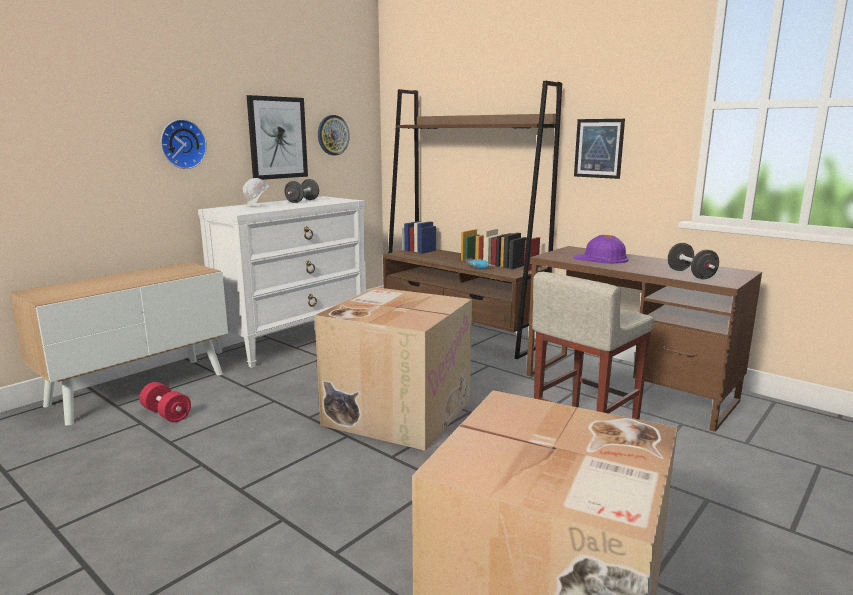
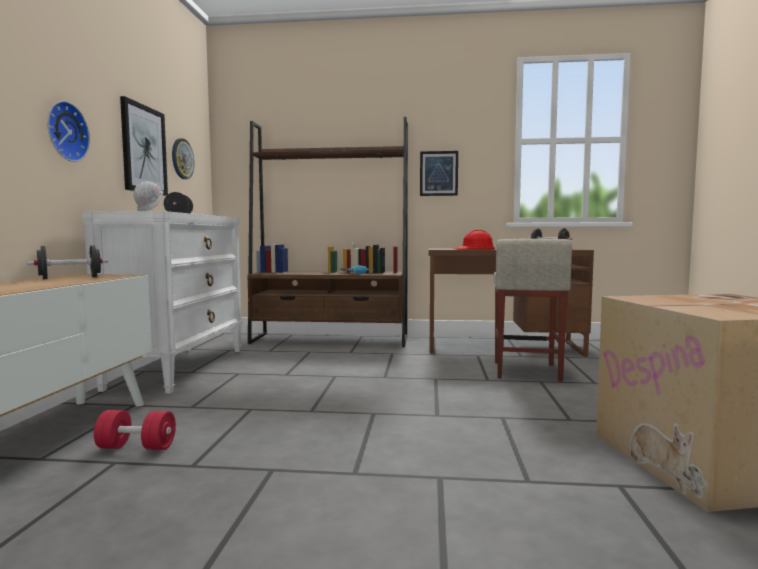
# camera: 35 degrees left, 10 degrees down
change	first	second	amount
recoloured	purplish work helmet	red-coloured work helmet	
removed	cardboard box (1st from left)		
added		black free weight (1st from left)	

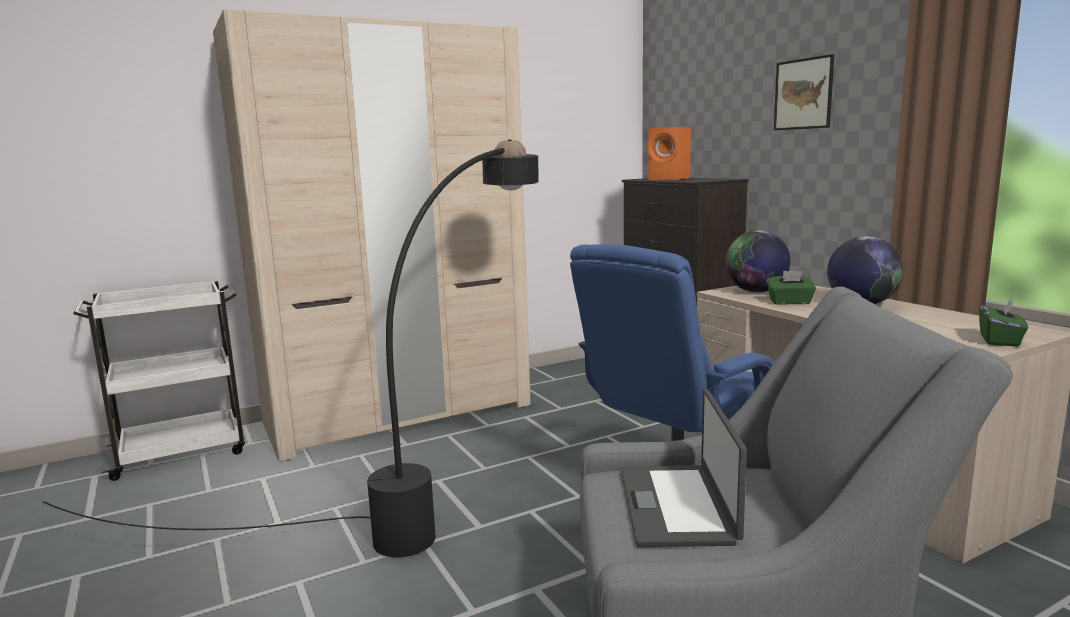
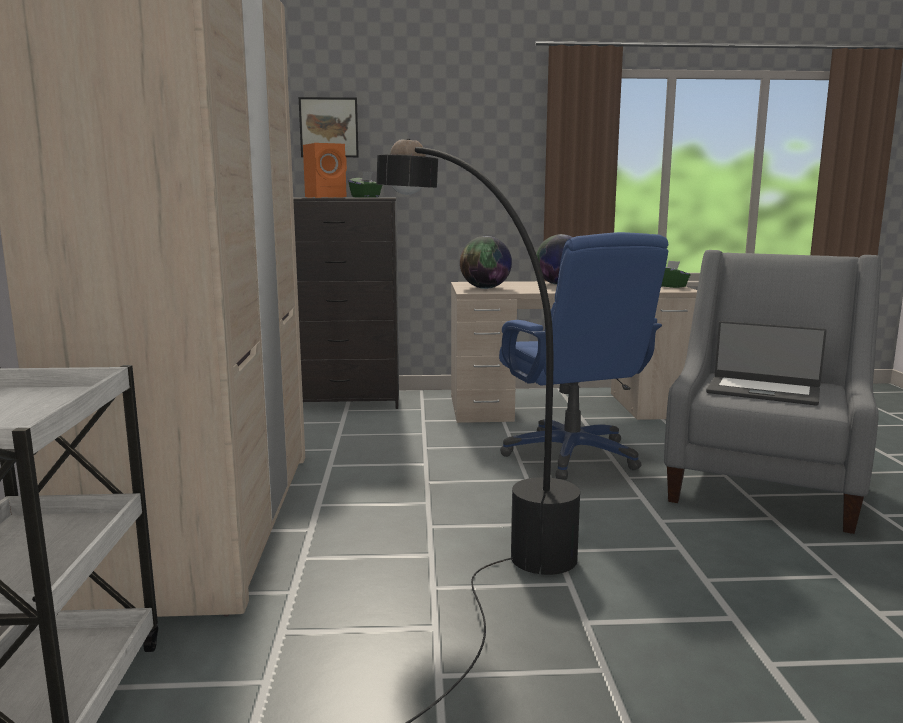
# camera: 65 degrees left, 0 degrees up
change	first	second	amount
moved	picture		
moved	green-coloured box of tissues (1st from left)		

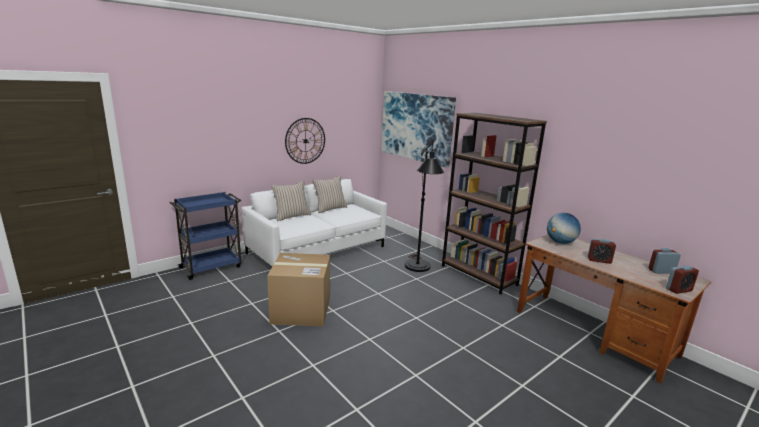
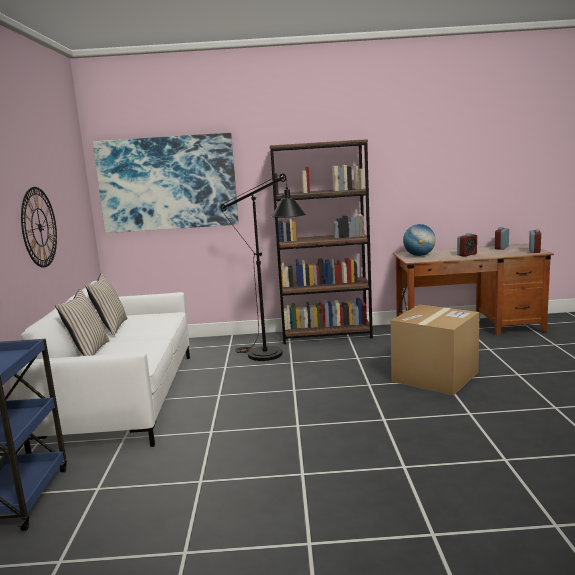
# camera: 50 degrees left, 5 degrees down
change	first	second	amount
moved	cardboard box		

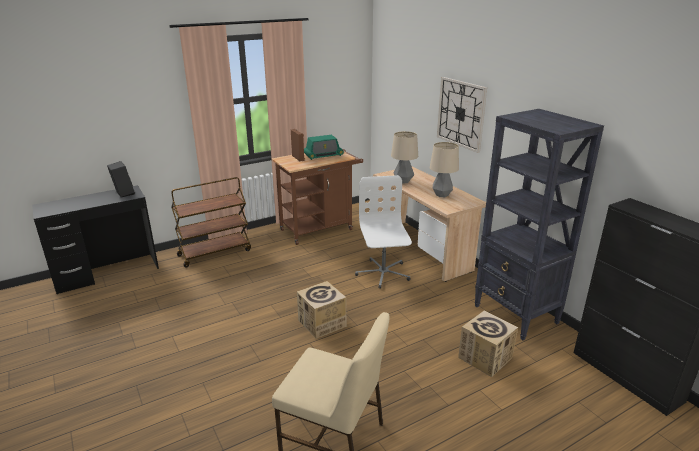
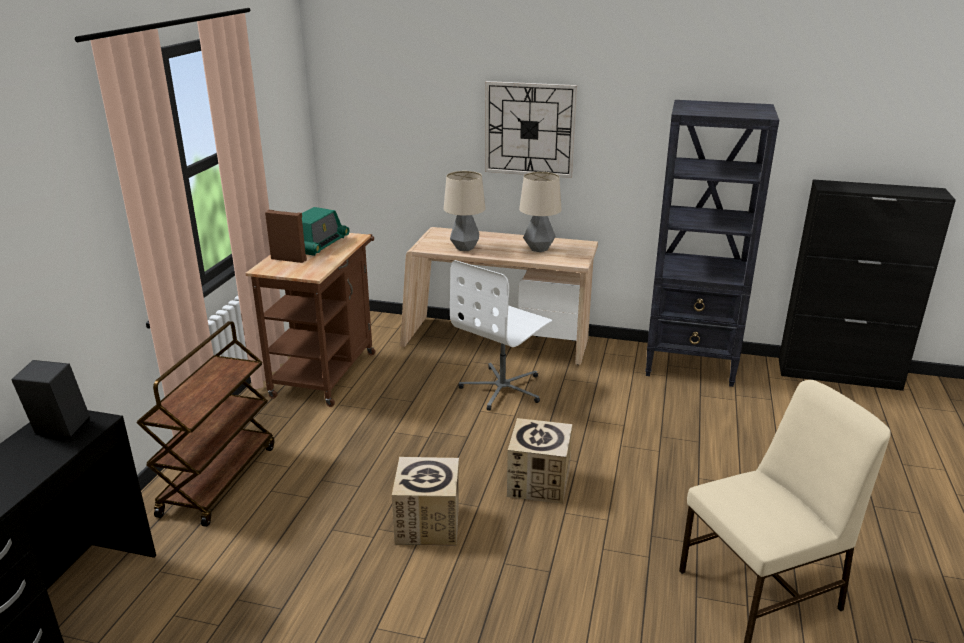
# camera: 45 degrees left, 0 degrees up
change	first	second	amount
turned	whitish desk chair		90 degrees counterclockwise
moved	cardboard box (2nd from left in the first image)	cardboard box (1st from left)	

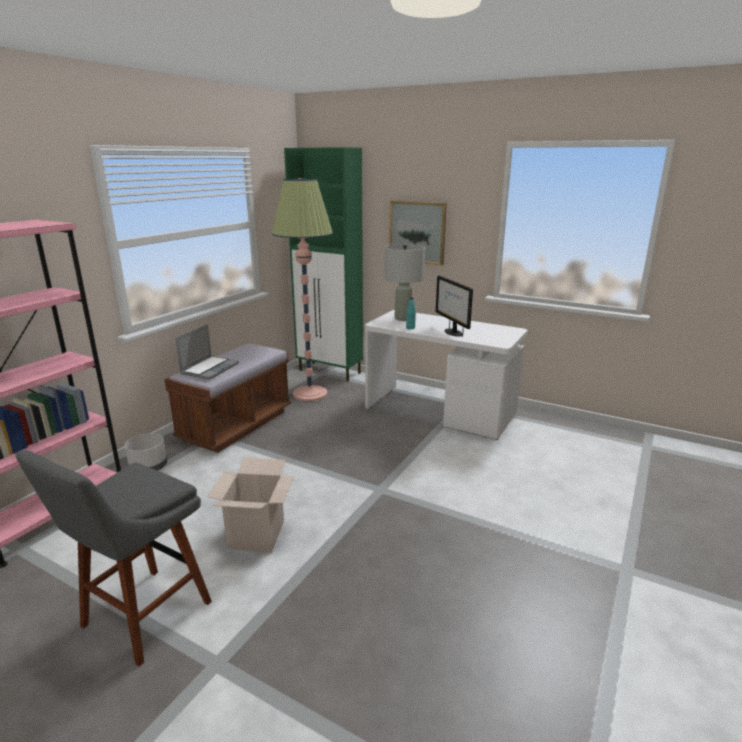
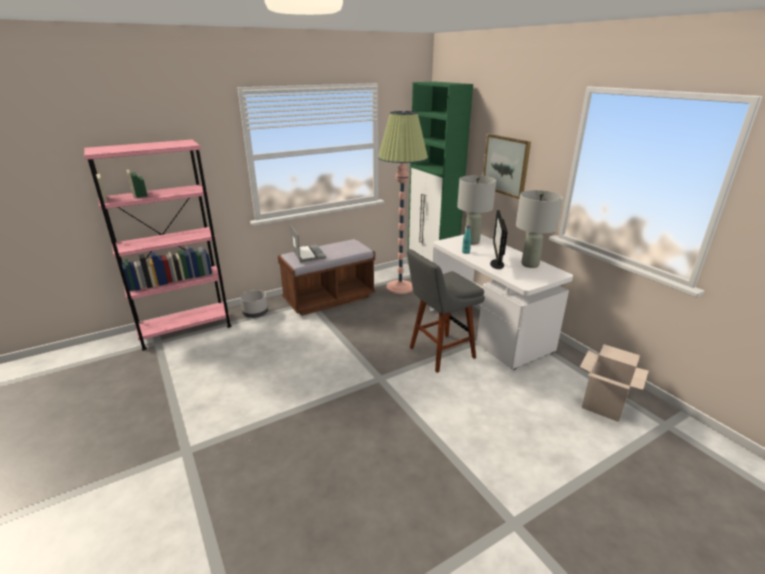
# camera: 30 degrees right, 5 degrees up
change	first	second	amount
turned	laptop		75 degrees counterclockwise
moved	grey sitting stool		
moved	cardboard box		
added		grey tabletop lamp (2nd from left)	

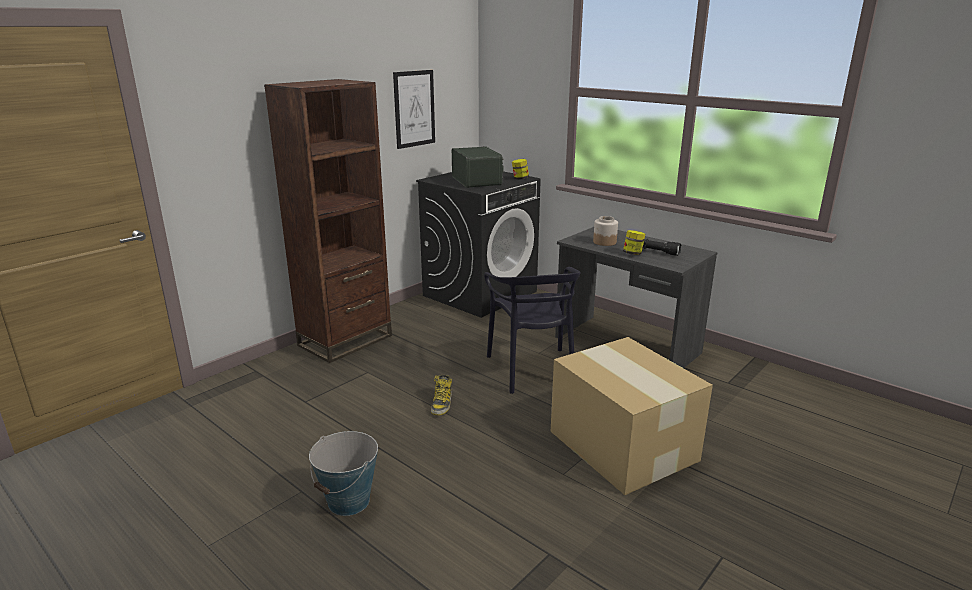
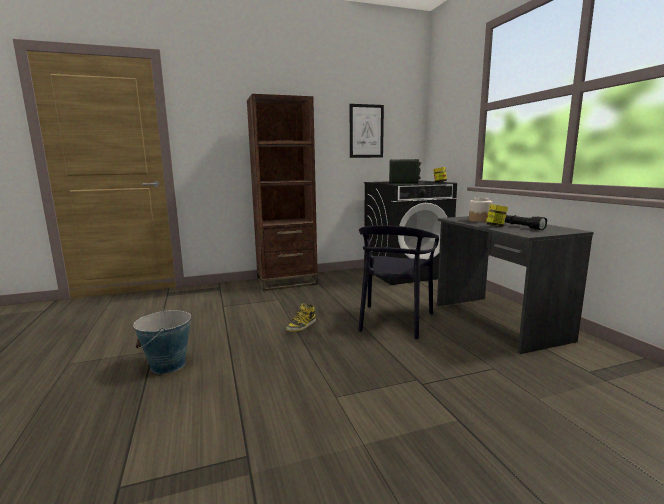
# camera: 30 degrees right, 10 degrees down
change	first	second	amount
removed	cardboard box		

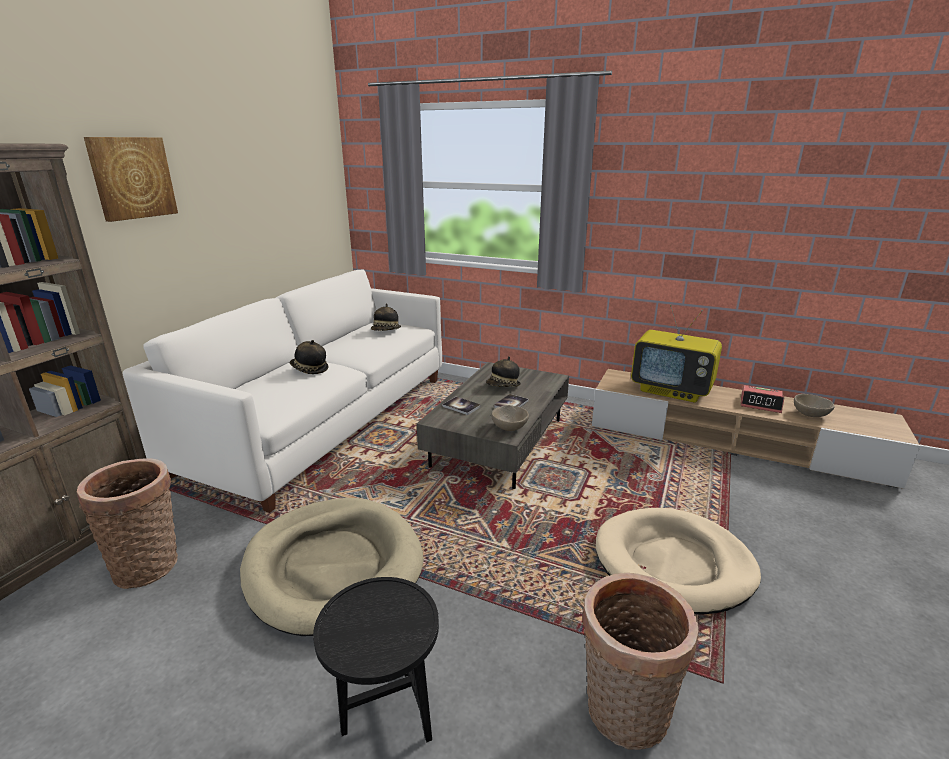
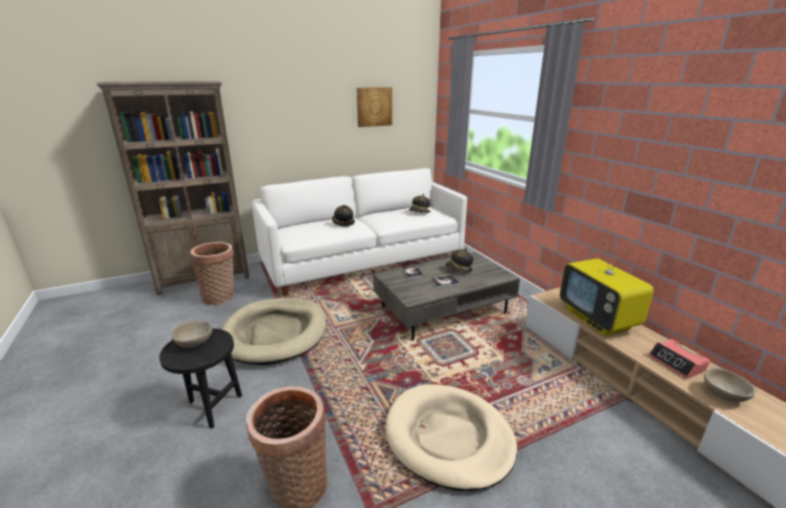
# camera: 40 degrees right, 0 degrees up
change	first	second	amount
moved	picture		
moved	beige-coloured serving bowl (1st from left)		

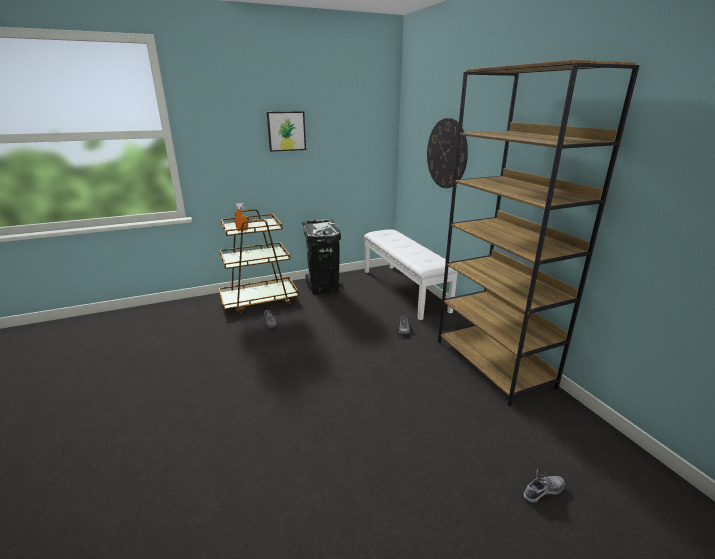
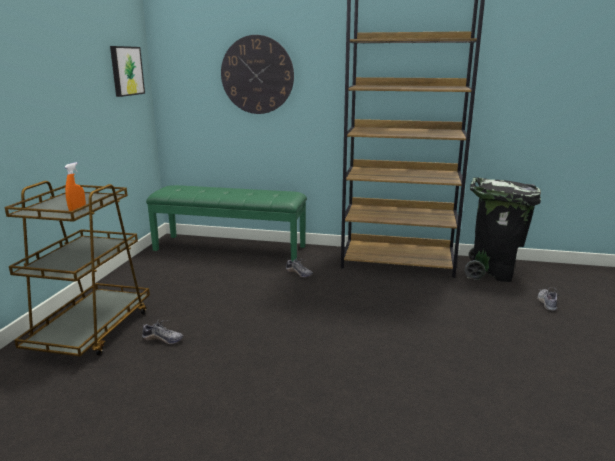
# camera: 55 degrees left, 5 degrees down
change	first	second	amount
moved	picture		
moved	black waste bin		
recoloured	whitish indoor bench	green-coloured indoor bench	

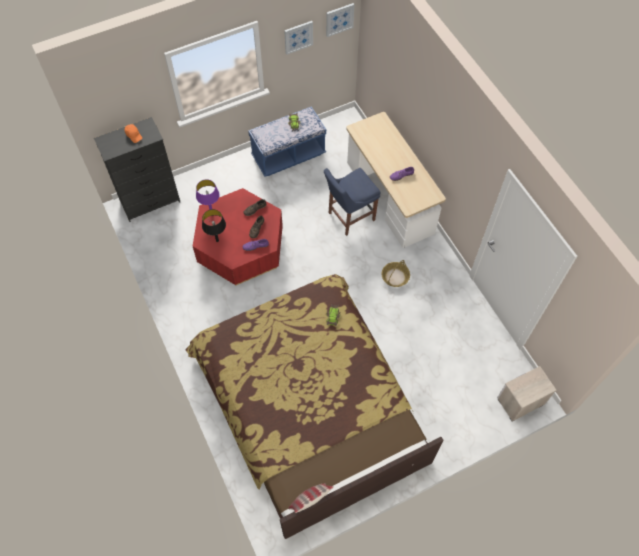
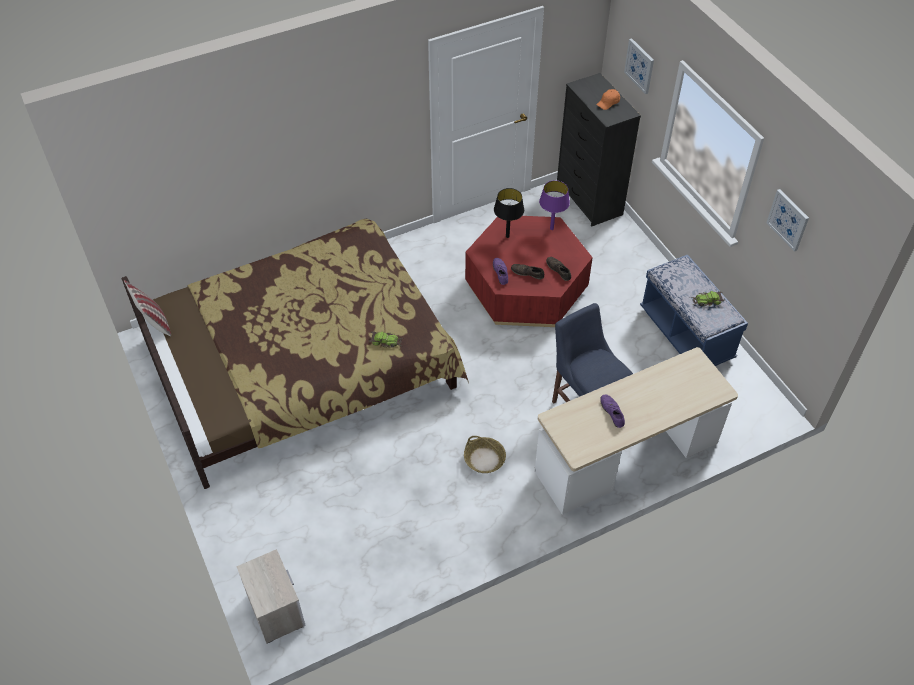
# camera: 90 degrees right, 10 degrees down
change	first	second	amount
moved	picture (2nd from left in the first image)	picture (1st from left)	

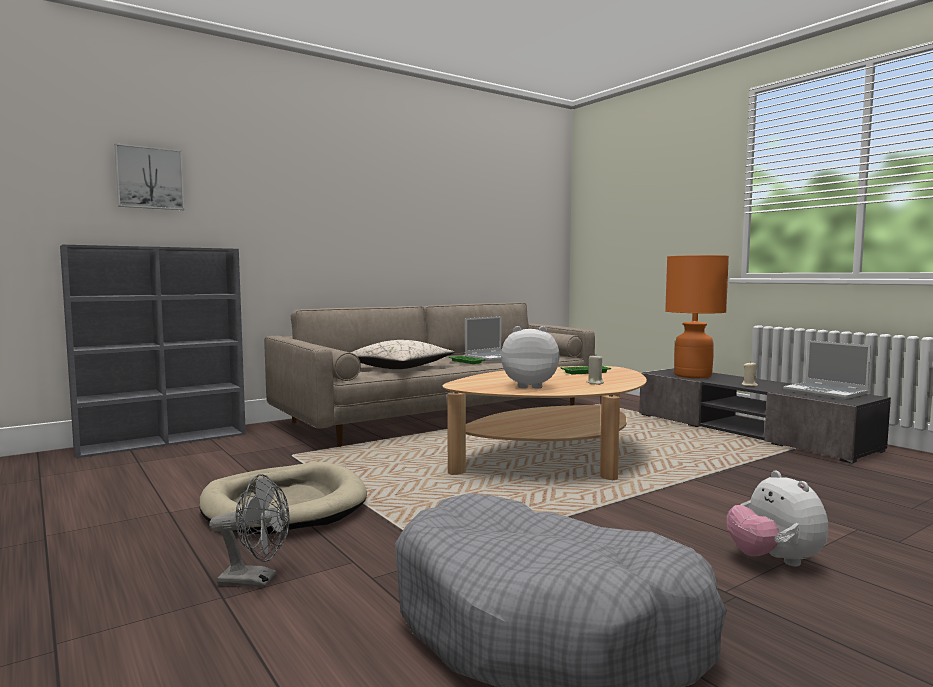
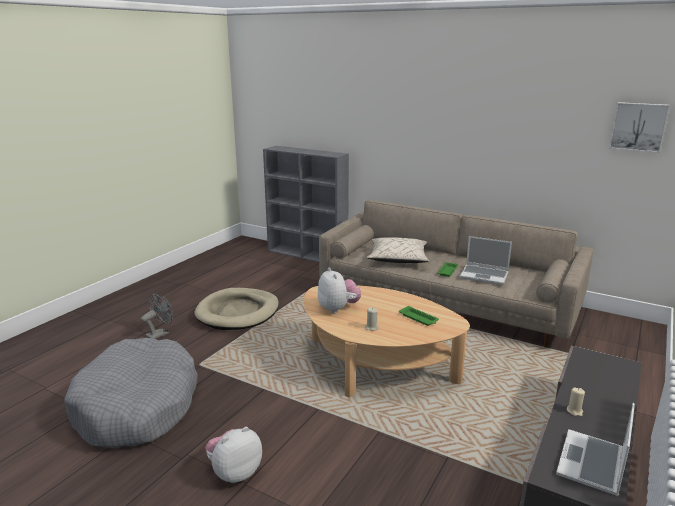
# camera: 65 degrees right, 15 degrees up
change	first	second	amount
moved	picture		
removed	orangey tabletop lamp		
turned	grey fan		120 degrees counterclockwise

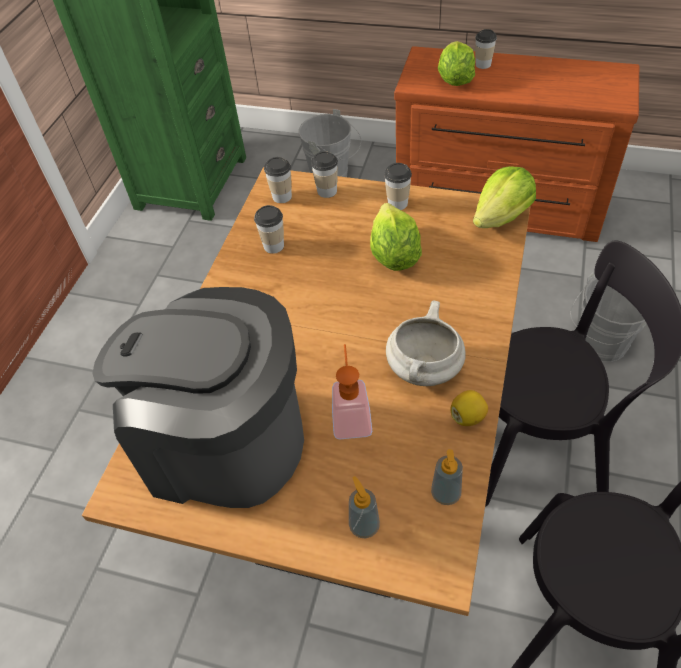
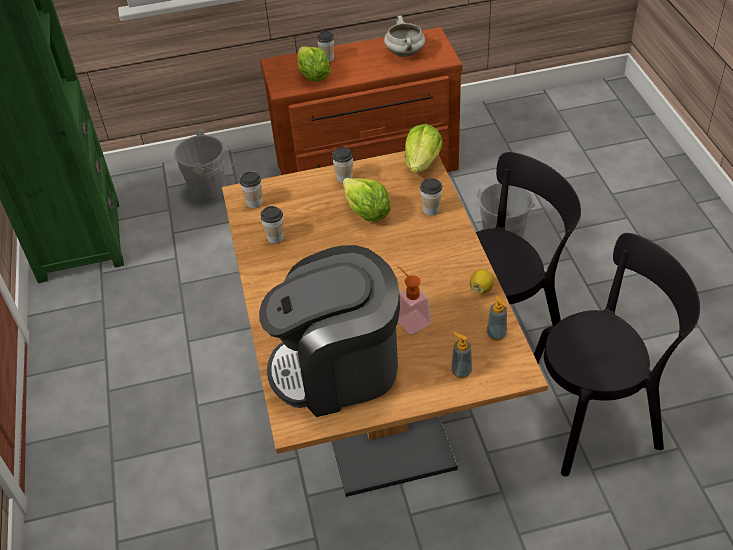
# camera: 30 degrees left, 5 degrees down
change	first	second	amount
moved	small cup (3rd from left in the first image)	small cup (5th from left)	
moved	whitish stockpot		

